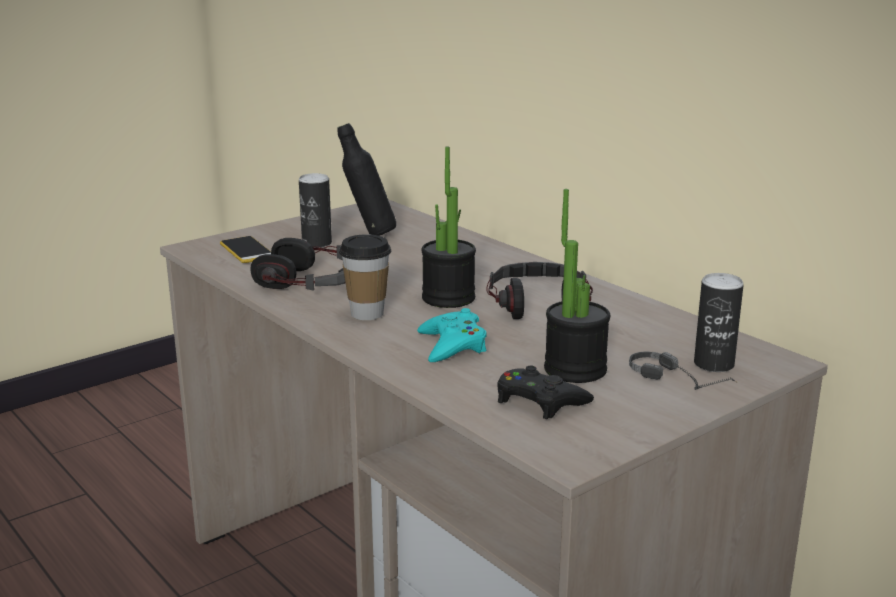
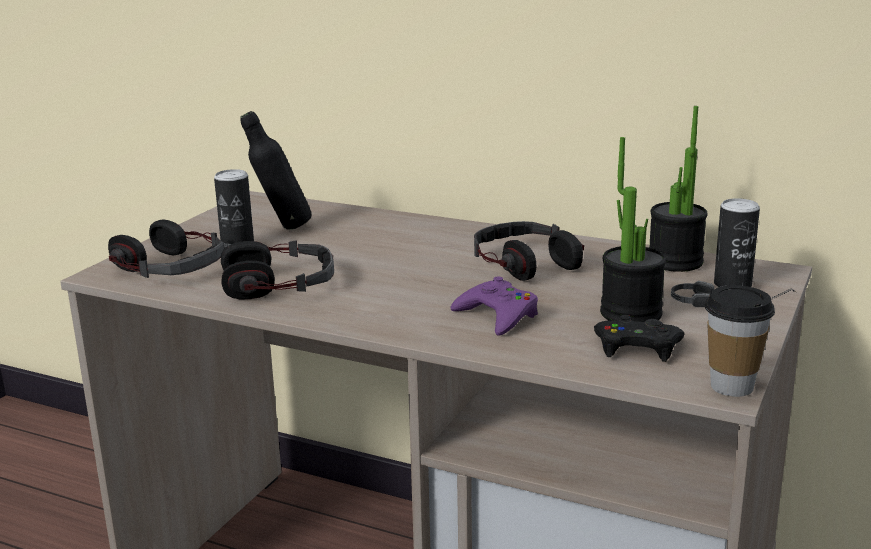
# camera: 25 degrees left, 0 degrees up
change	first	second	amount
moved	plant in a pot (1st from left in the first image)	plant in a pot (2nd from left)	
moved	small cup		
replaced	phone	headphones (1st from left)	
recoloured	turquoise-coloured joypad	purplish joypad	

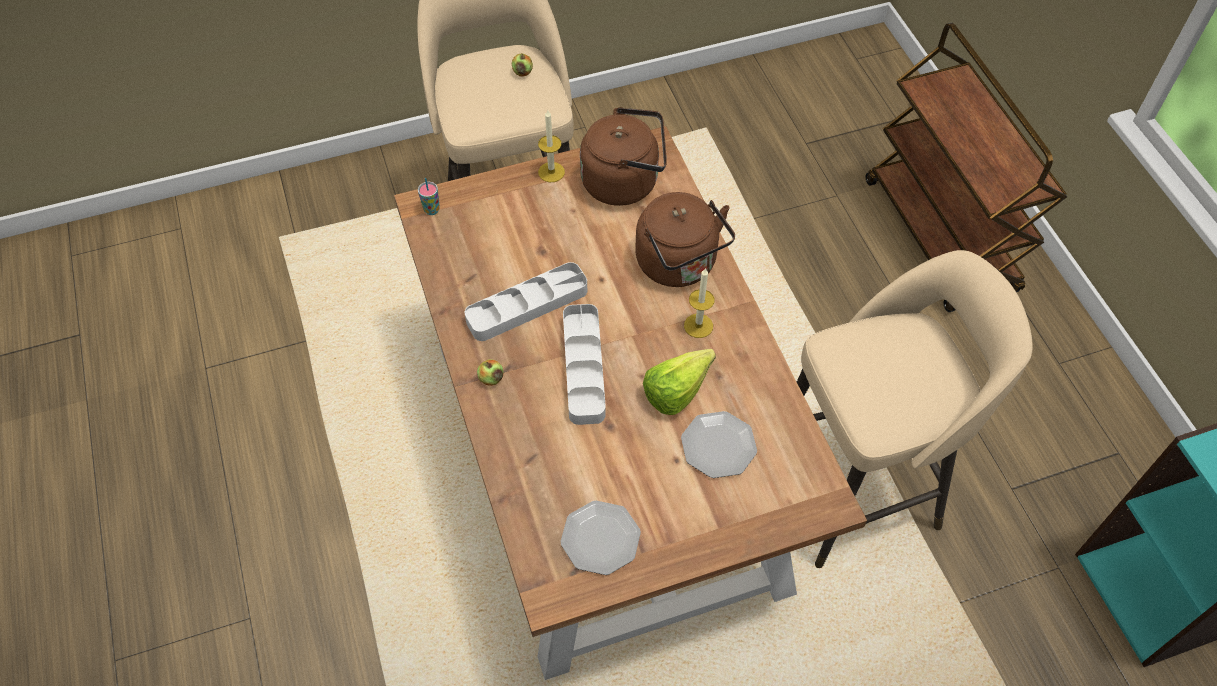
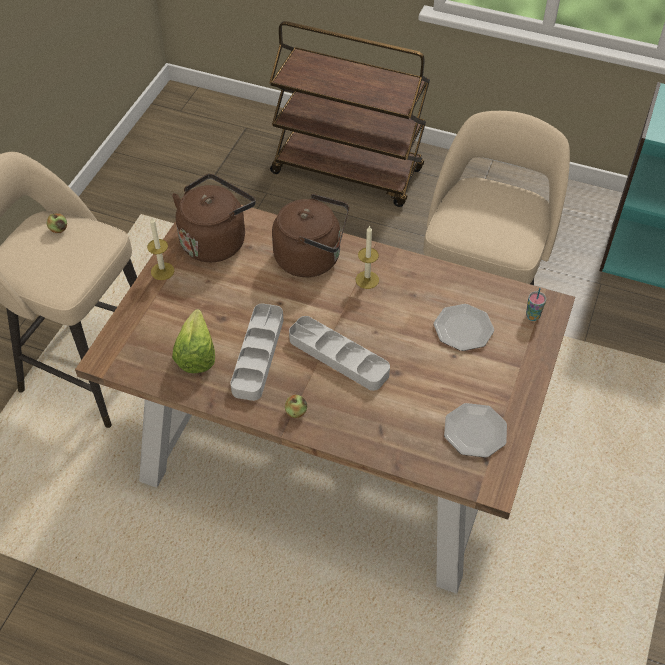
# camera: 50 degrees left, 5 degrees down
change	first	second	amount
moved	small cup		
moved	head of lettuce		

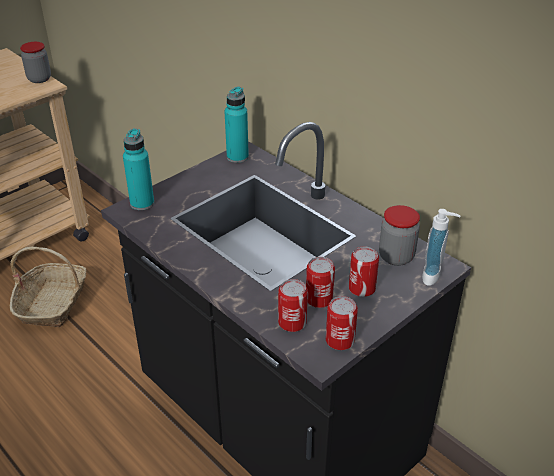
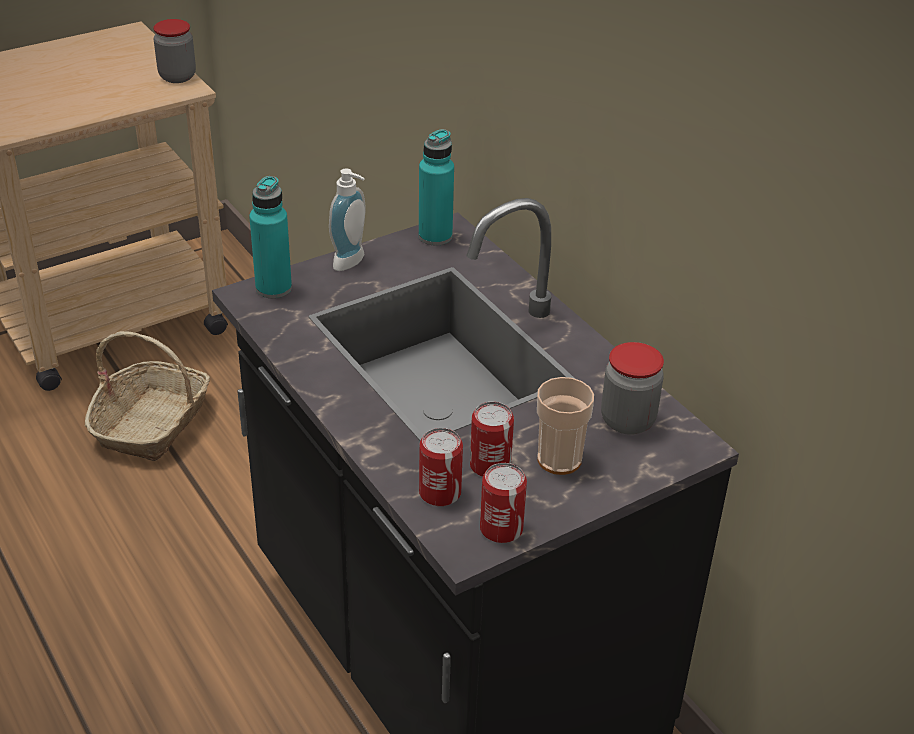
# camera: 10 degrees right, 0 degrees up
change	first	second	amount
moved	liquid soap bottle		
replaced	metal can (4th from left)	small cup	

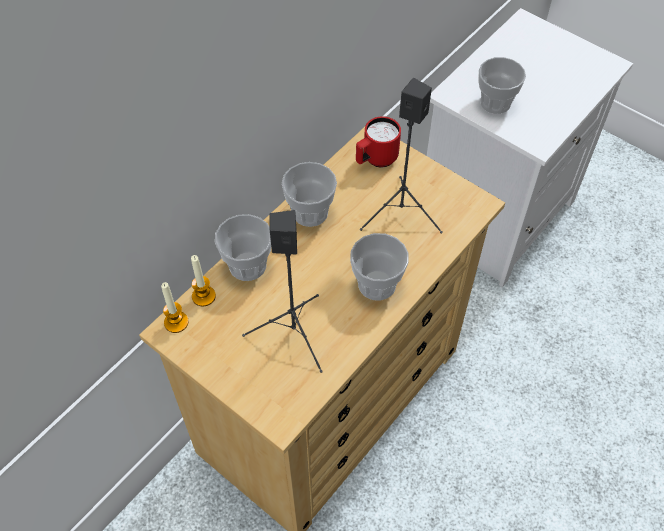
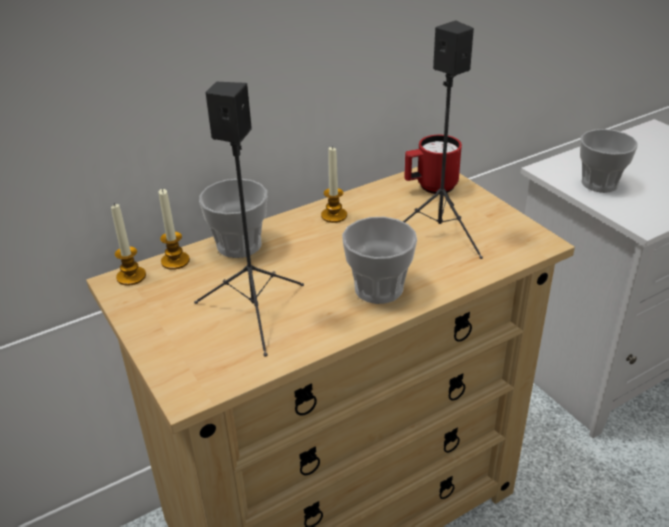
# camera: 20 degrees right, 20 degrees down
change	first	second	amount
replaced	small cup (2nd from left)	wax light (3rd from left)	

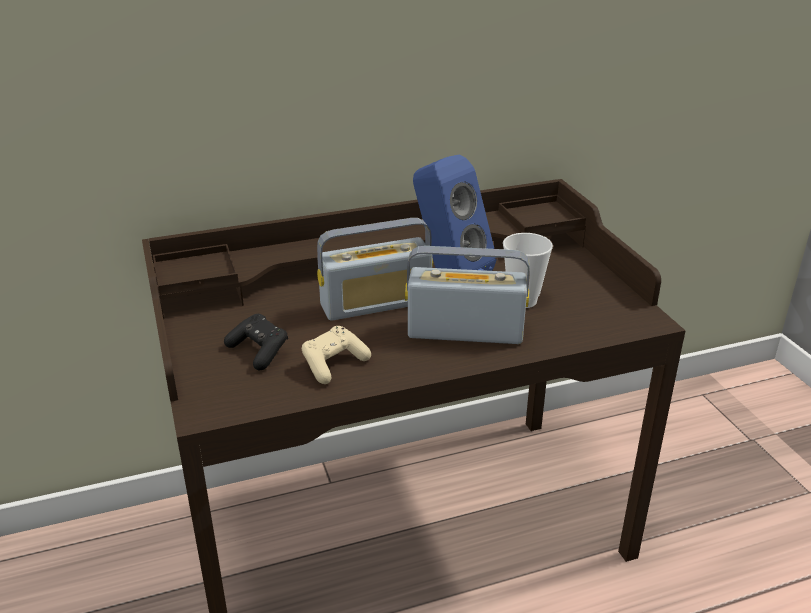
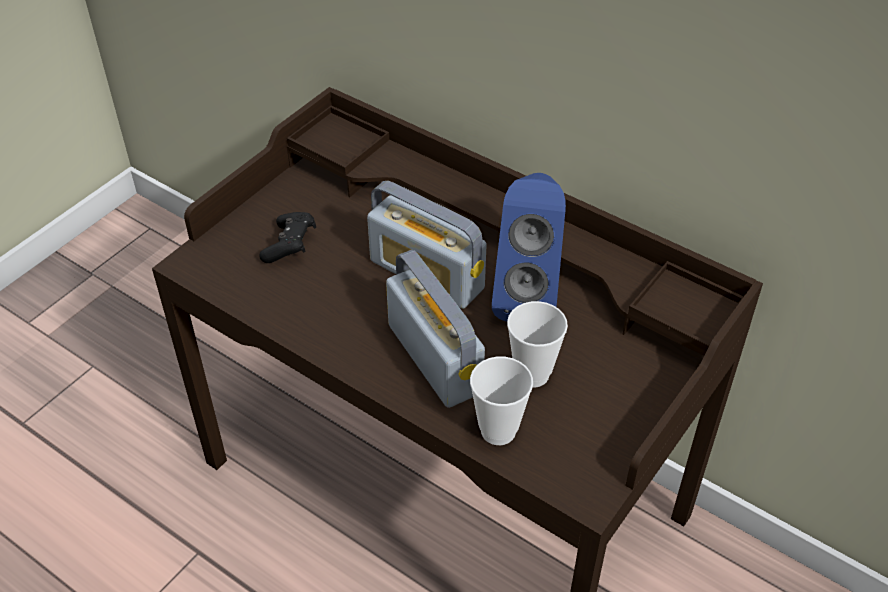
# camera: 55 degrees right, 15 degrees up
change	first	second	amount
removed	beige-coloured joypad		
added		small cup (1st from left)	

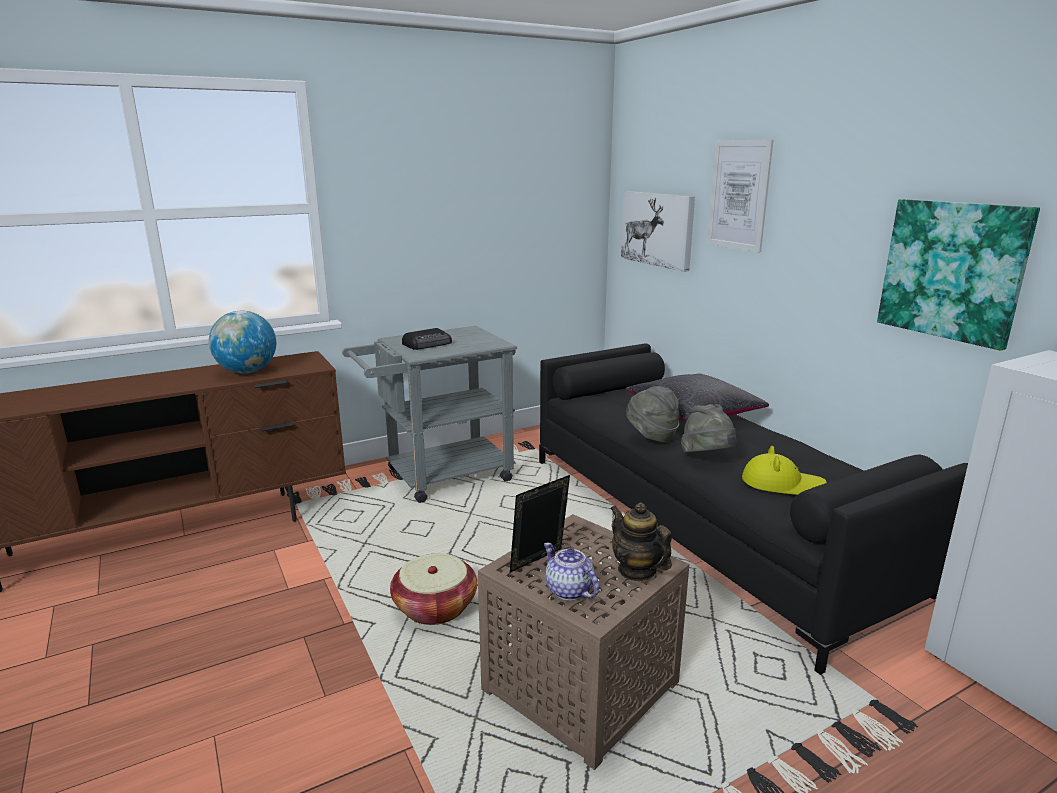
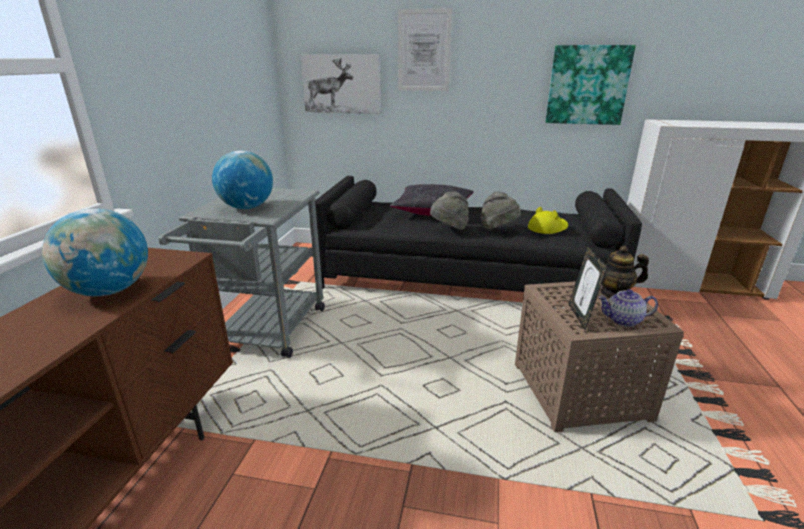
# camera: 50 degrees left, 5 degrees up
change	first	second	amount
replaced	radio	world globe (2nd from left)	
removed	storage basket		

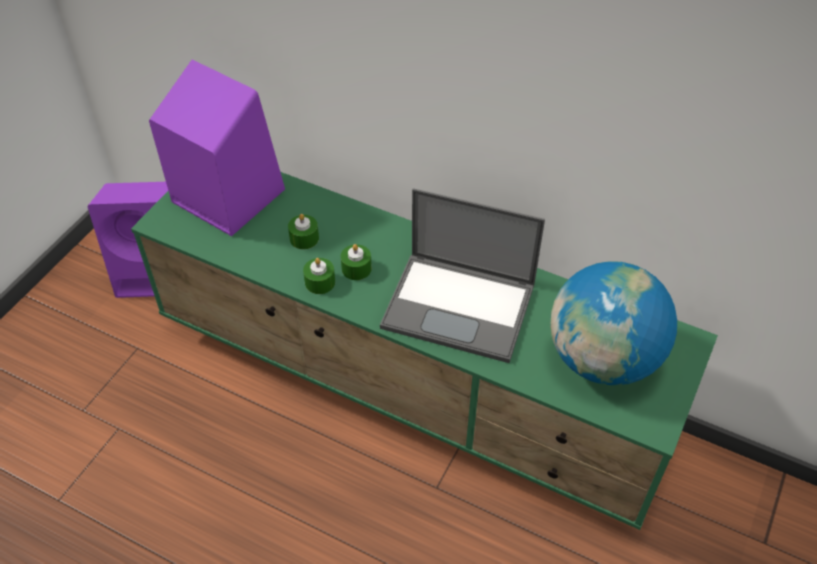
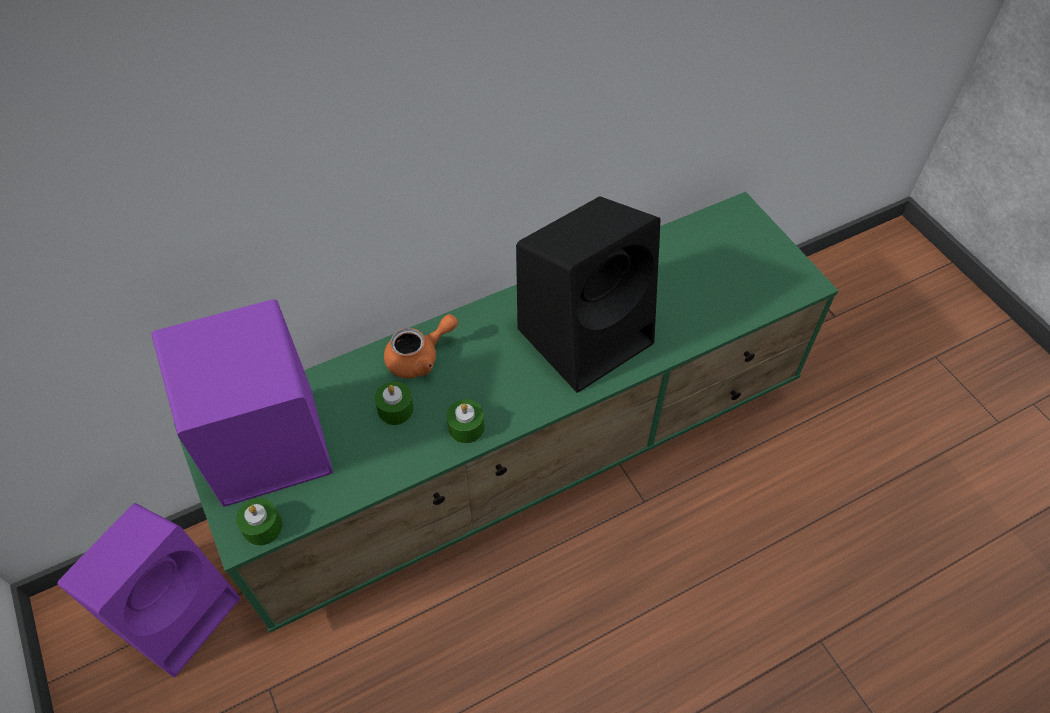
# camera: 55 degrees left, 5 degrees up
change	first	second	amount
replaced	laptop	black loudspeaker	
moved	green-coloured wax light (3rd from left in the first image)	green-coloured wax light (1st from left)	
removed	world globe		
added		orangey teapot	

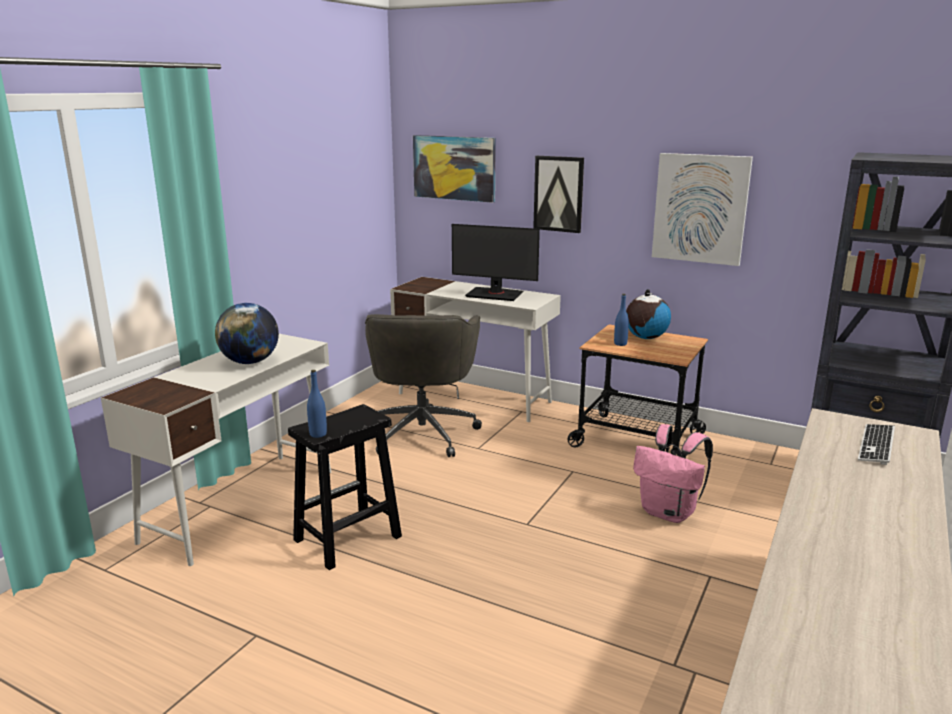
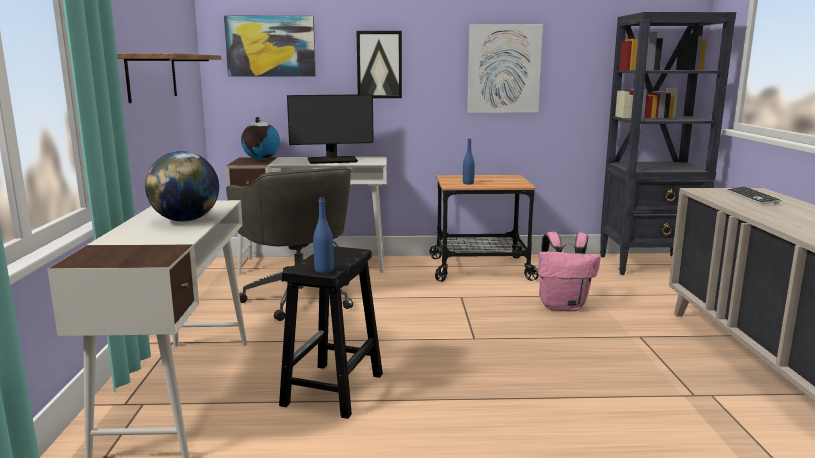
# camera: 30 degrees left, 5 degrees down
change	first	second	amount
moved	world globe (2nd from left)		
added		wall shelf	

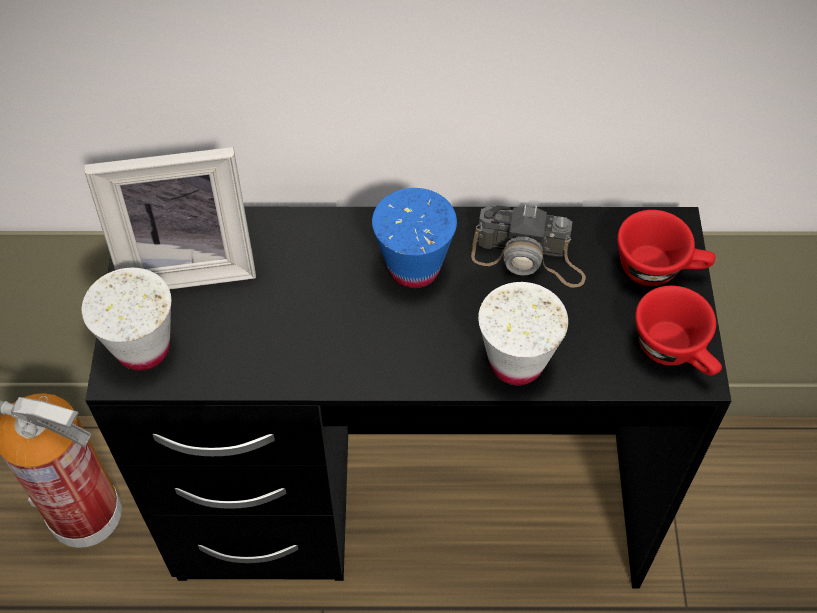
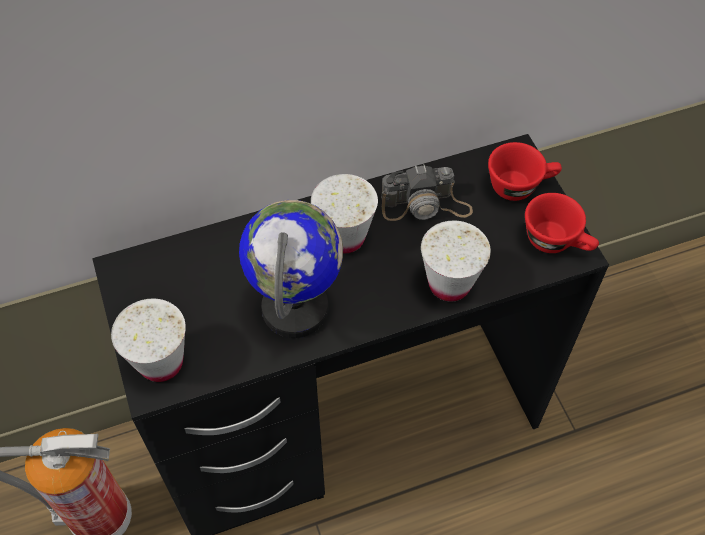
# camera: 20 degrees left, 0 degrees up
change	first	second	amount
removed	picture frame		
recoloured	bluish small cup	whitish small cup (2nd from left)	
added		world globe	

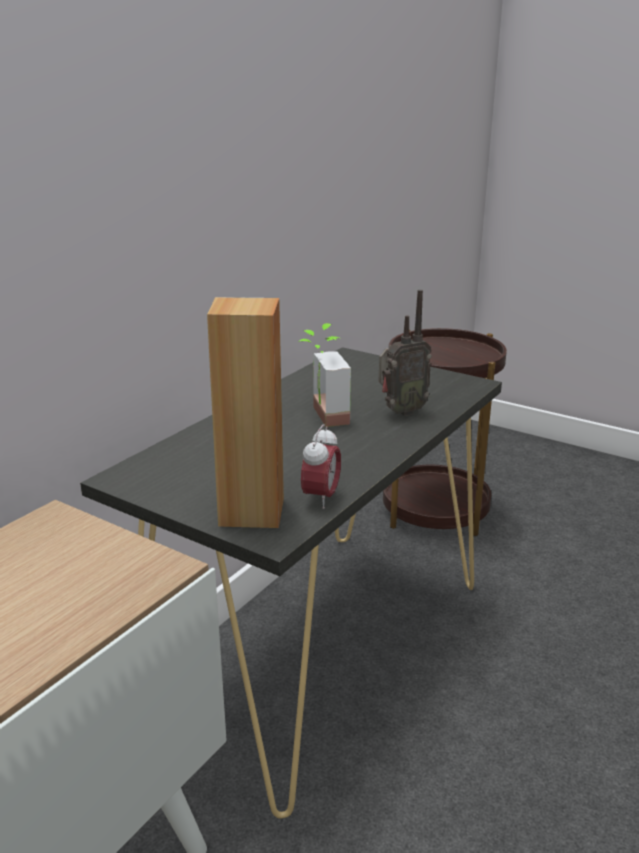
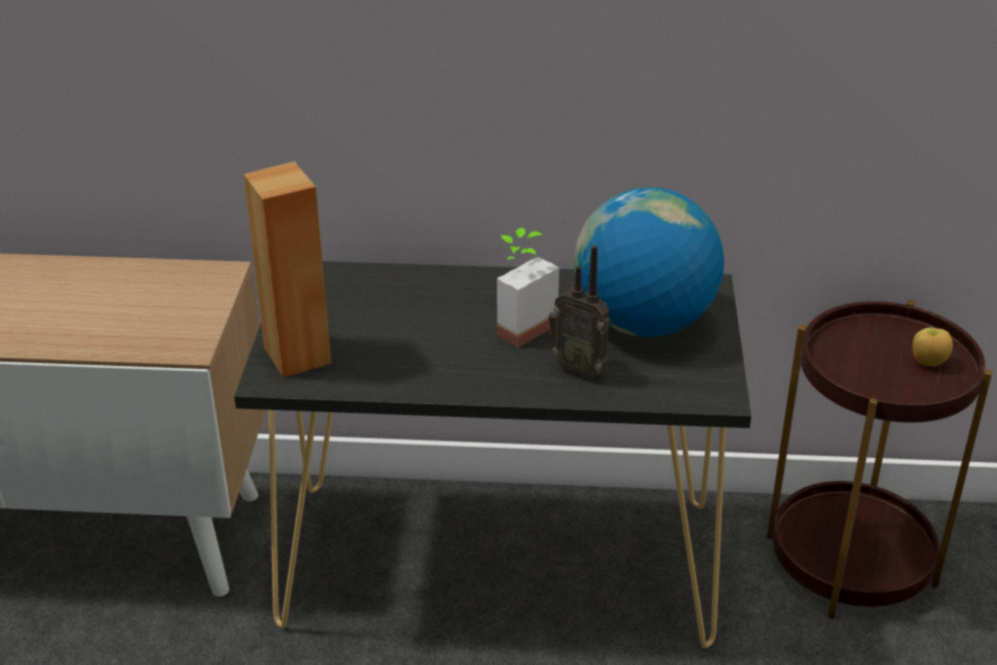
# camera: 60 degrees right, 10 degrees up
change	first	second	amount
removed	bedside clock		
added		world globe	
added		apple fruit	

